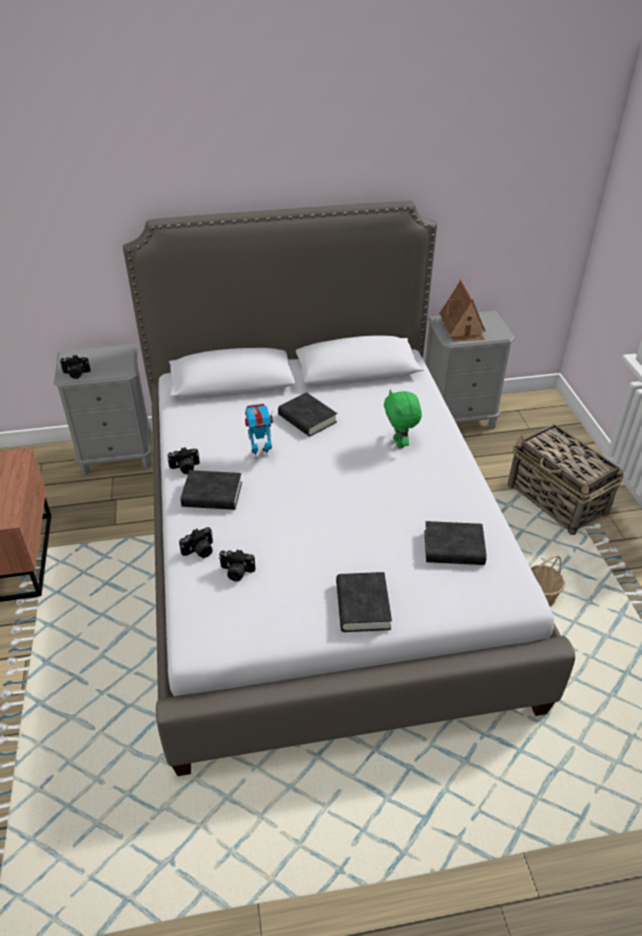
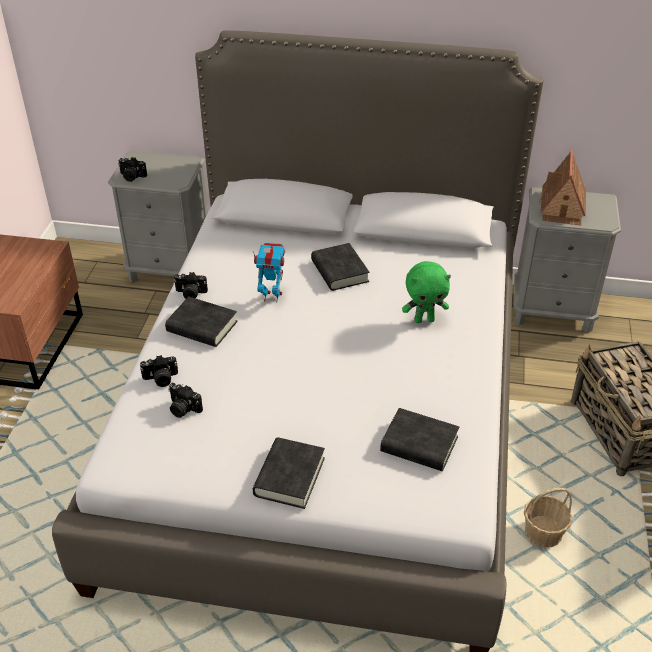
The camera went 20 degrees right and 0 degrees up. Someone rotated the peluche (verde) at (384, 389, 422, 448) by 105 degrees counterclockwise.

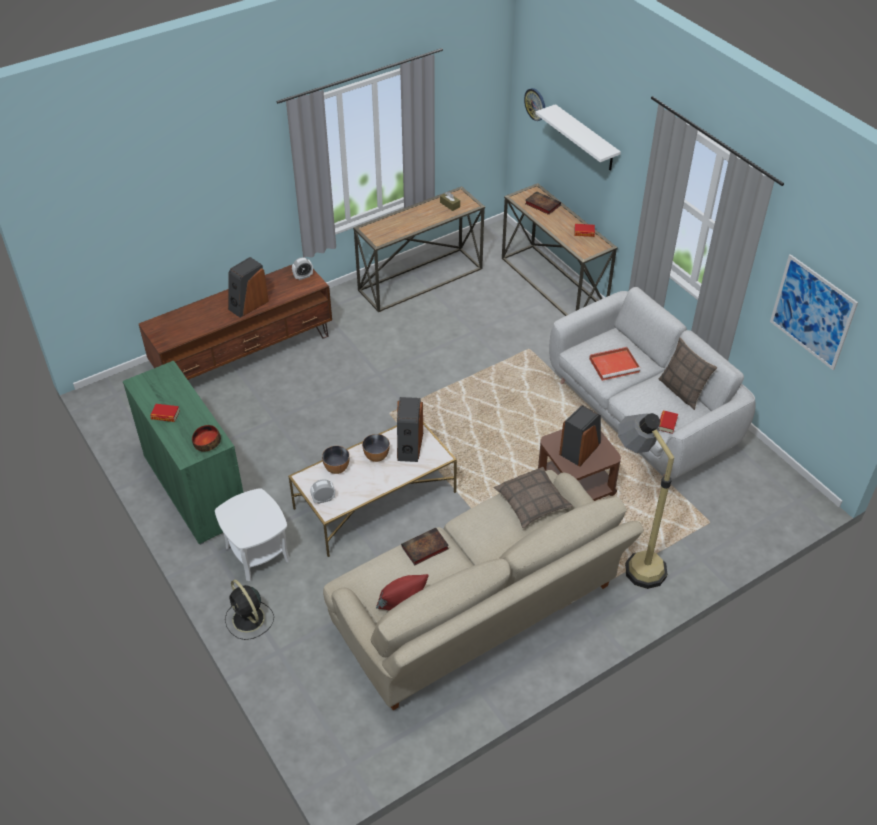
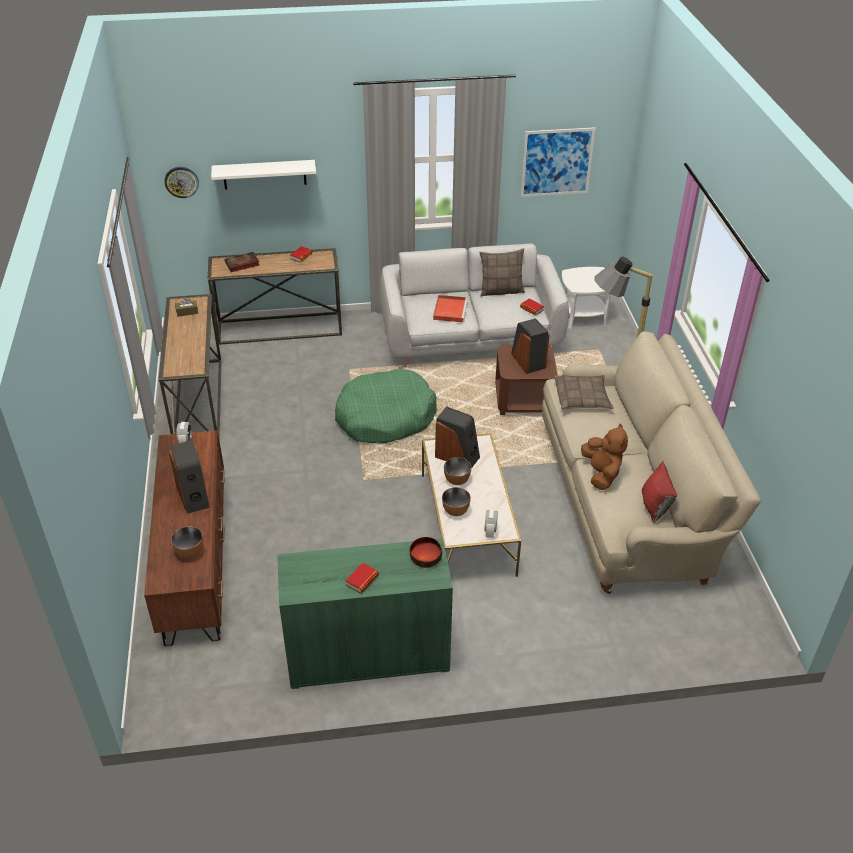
The camera went 65 degrees left and 5 degrees down. Someone carried the mesa auxiliar (blanco) from (215, 488, 290, 581) to (562, 267, 611, 329). Someone took away the ventilador (negro) at (225, 579, 274, 640). Someone swapped the libro at (401, 528, 449, 566) for the peluche (marrón) at (581, 423, 628, 490). Someone put down the cuenco at (171, 527, 203, 558). Someone put down the cama para perro (verde) at (335, 369, 437, 443).

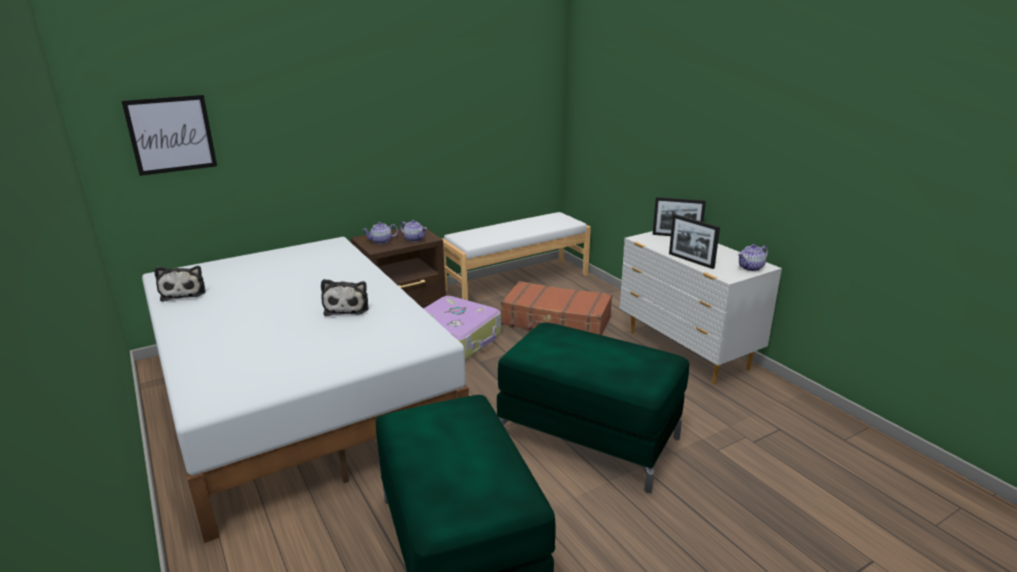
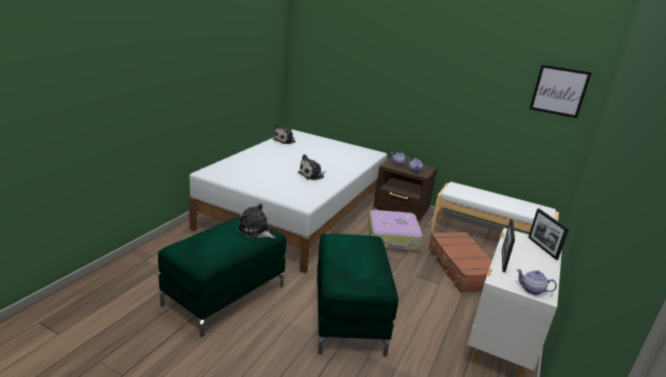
The camera went 55 degrees right and 0 degrees up. Someone carried the cuadro from (122, 95, 217, 176) to (529, 65, 592, 118). Someone put down the peluche at (237, 203, 275, 238).

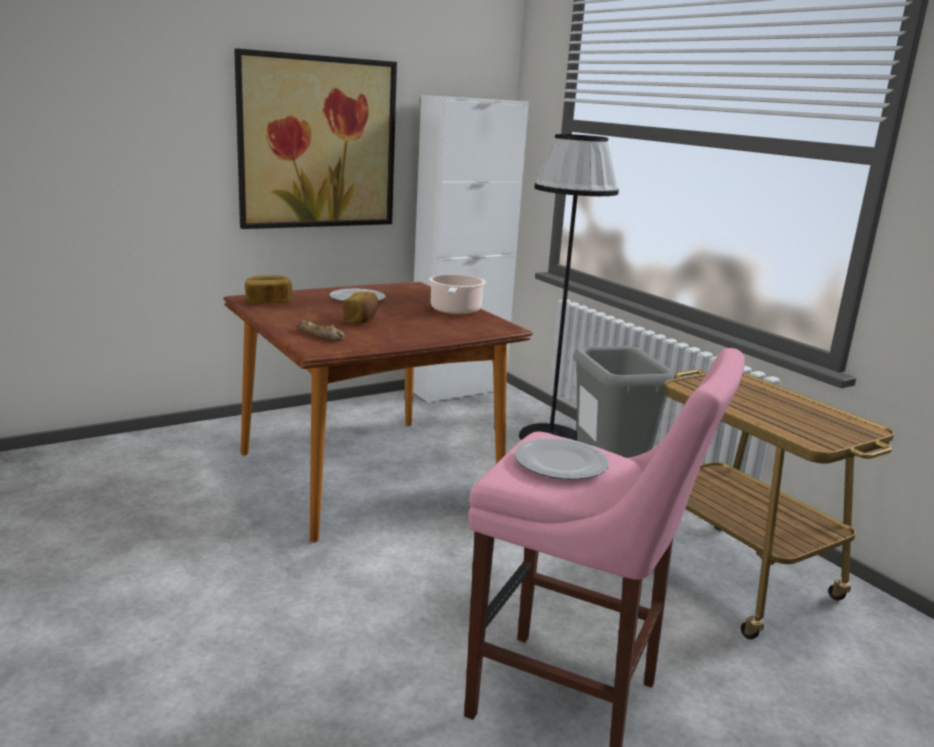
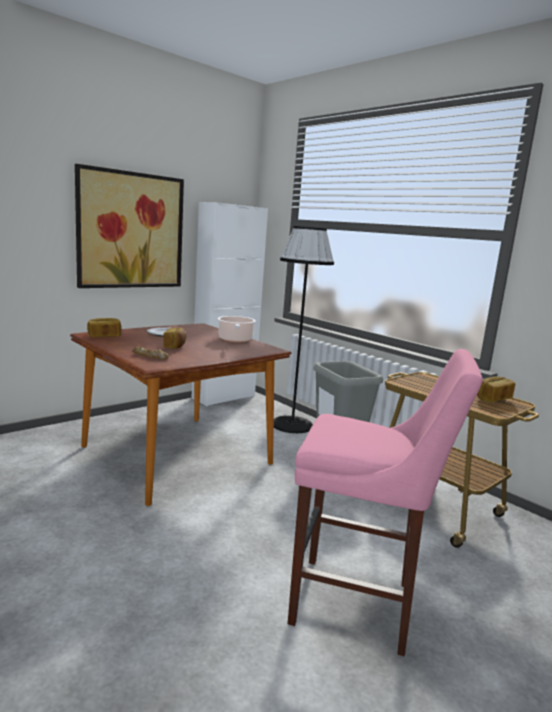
The camera went 10 degrees left and 5 degrees down. Someone took away the plato at (514, 438, 609, 480). Someone put down the pan at (477, 376, 515, 402).

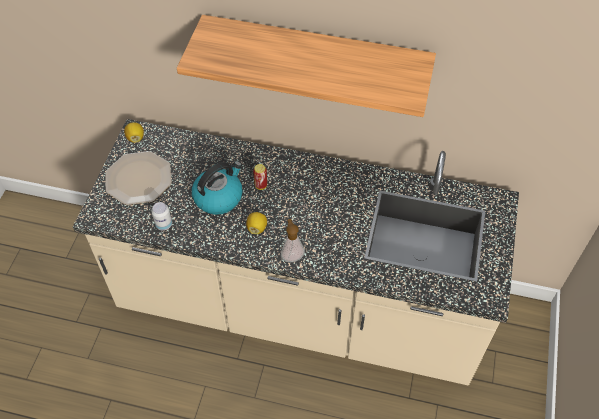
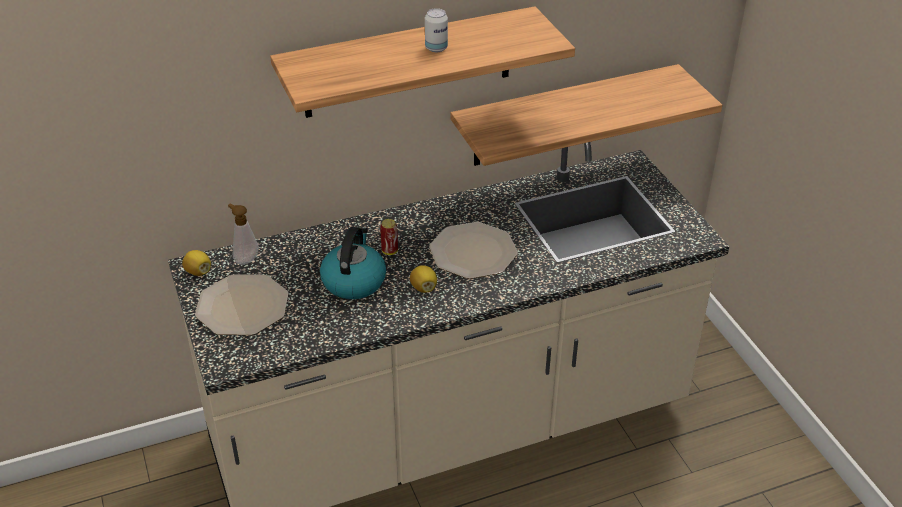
The camera went 35 degrees left and 15 degrees down. Someone carried the lata from (151, 202, 172, 230) to (425, 8, 448, 52). Someone carried the dispensador de jabón from (281, 219, 305, 262) to (228, 203, 259, 265). Someone put down the plato at (429, 222, 518, 279). Someone put up the estante at (451, 64, 722, 166).

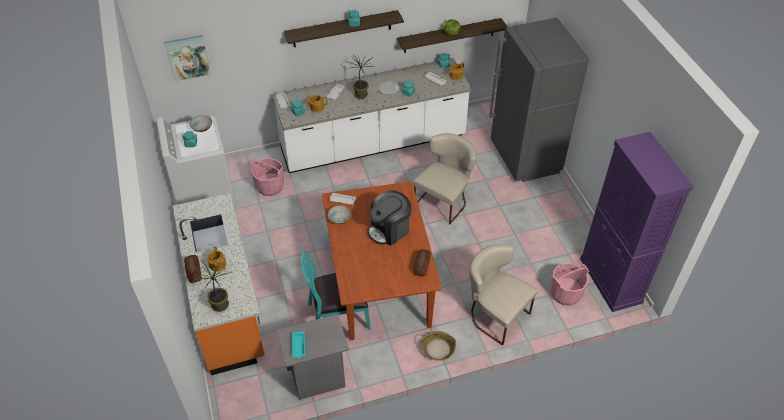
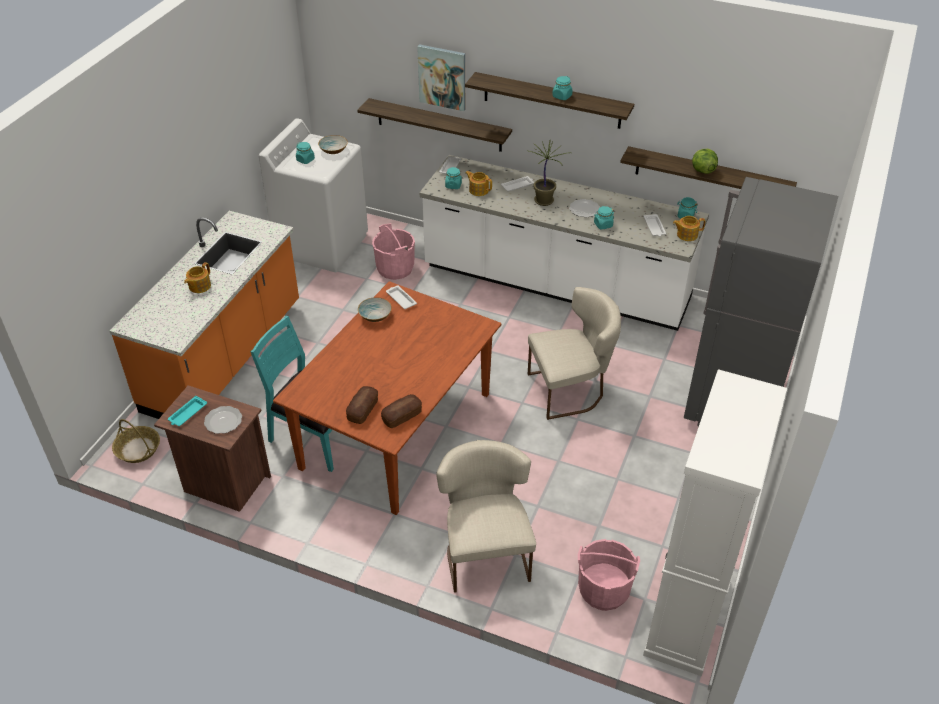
The camera went 40 degrees right and 5 degrees down. Someone carried the cuadro from (164, 35, 211, 81) to (417, 44, 465, 111). Someone carried the pan from (184, 255, 202, 283) to (346, 386, 378, 424). Someone took away the planta en maceta at (195, 261, 232, 312). Someone repainted the mesita de noche (gris) at (277, 314, 349, 400), which became the mesita de noche (marrón) at (154, 385, 271, 512). Someone took away the cafetera at (368, 190, 412, 246). Someone carried the cesta from (421, 331, 456, 361) to (112, 419, 160, 463). Someone repainted the armario (morado) at (580, 132, 694, 312), which became the armario (blanco) at (643, 369, 787, 676). Someone put down the plato at (204, 406, 242, 434). Someone put up the estante at (357, 98, 512, 152).

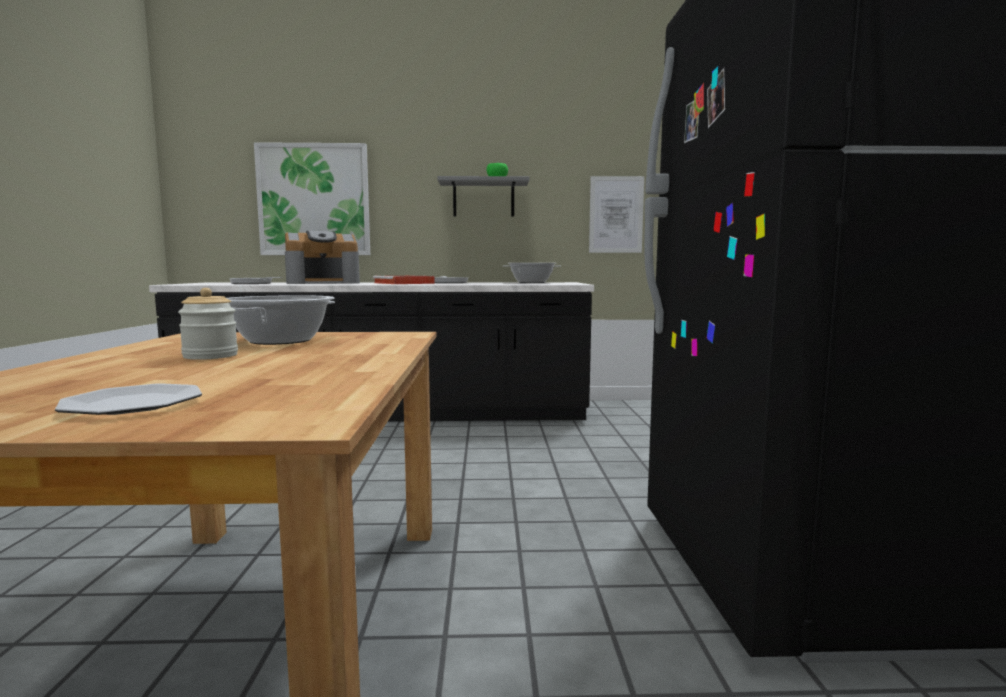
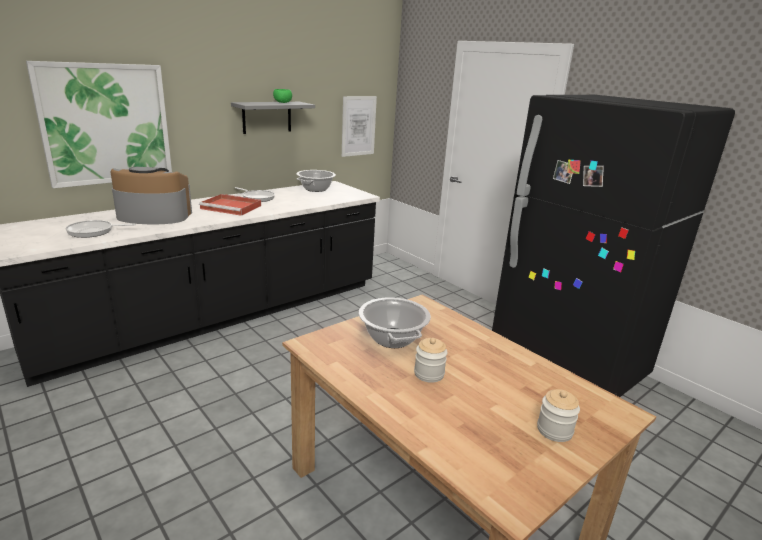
The camera went 40 degrees left and 15 degrees up. Someone swapped the plato at (55, 383, 202, 415) for the tarro at (537, 389, 580, 442). Someone rotated the cafetera at (285, 231, 360, 284) by 120 degrees counterclockwise.

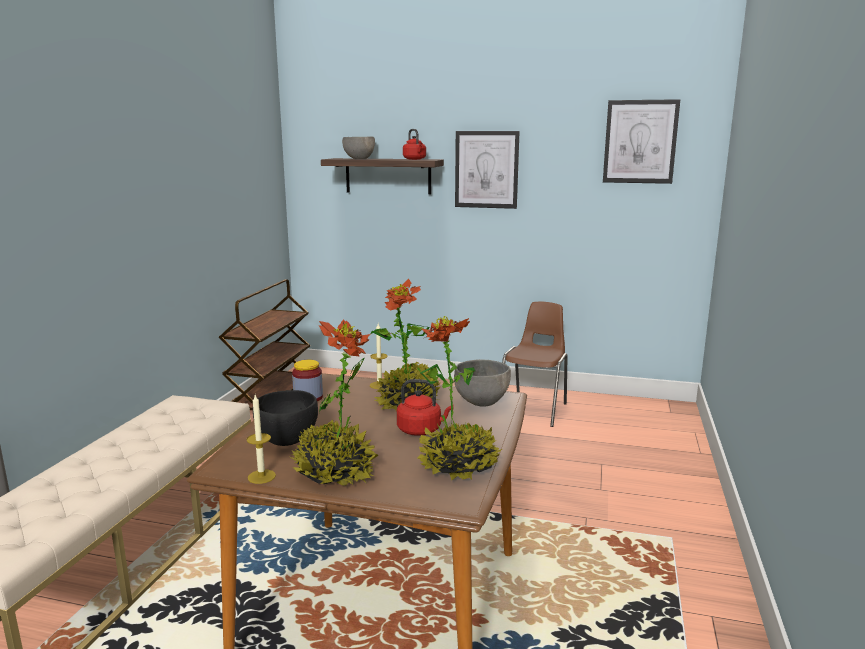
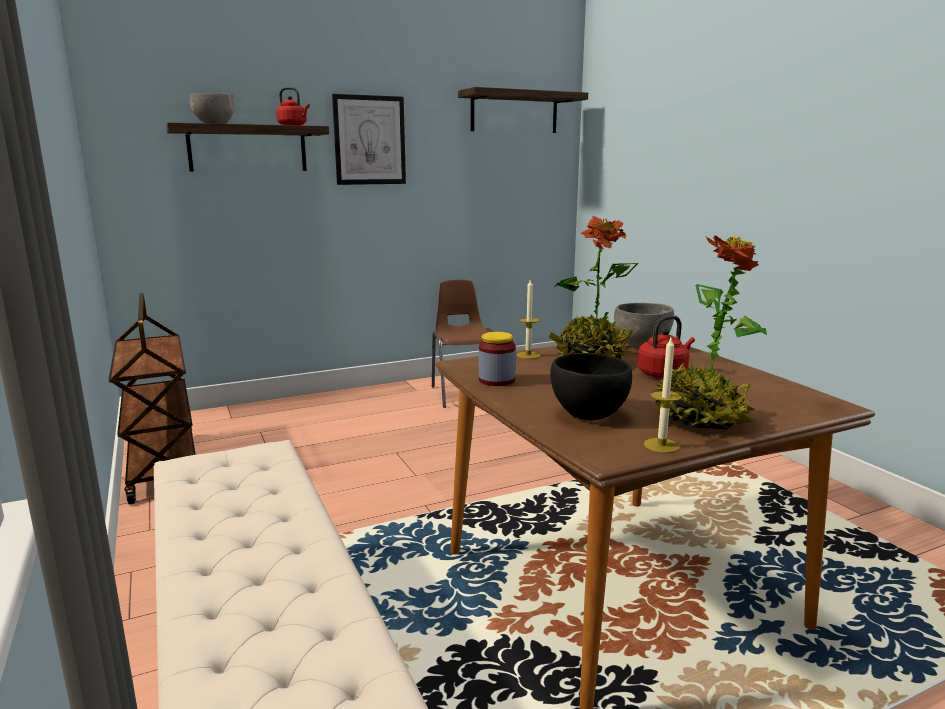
The camera went 40 degrees left and 0 degrees up. Someone took away the planta en maceta at (417, 316, 502, 480). Someone swapped the cuadro at (603, 99, 680, 184) for the estante at (458, 87, 588, 133).

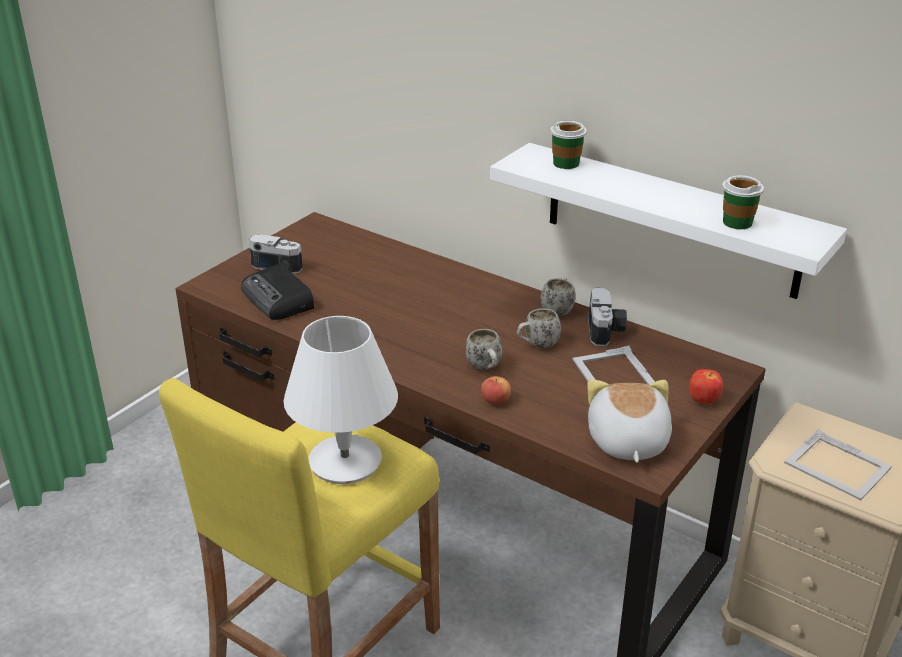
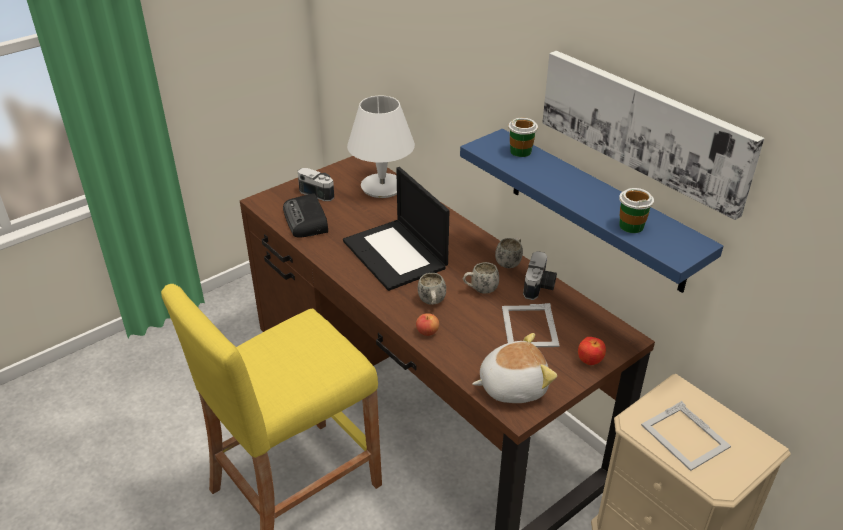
The camera went 15 degrees right and 5 degrees up. Someone carried the lámpara de mesa (blanco) from (283, 316, 398, 484) to (347, 96, 415, 198). Someone repainted the estante (blanco) at (490, 143, 847, 299), which became the estante (azul) at (460, 129, 723, 293). Someone rotated the peluche at (587, 379, 672, 463) by 60 degrees clockwise. Someone put down the portátil at (343, 167, 449, 291). Someone put up the cuadro at (542, 51, 764, 220).

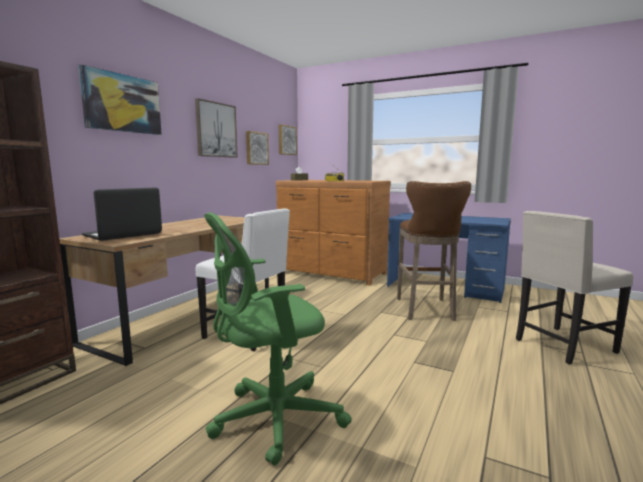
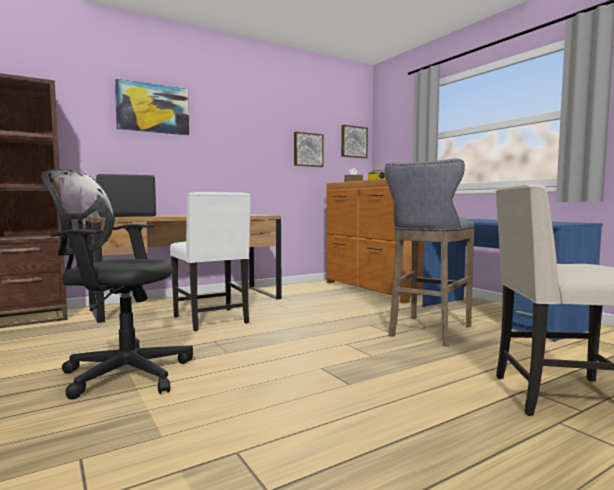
The camera went 30 degrees right and 5 degrees down. Someone took away the cuadro at (195, 98, 238, 158). Someone repainted the silla de oficina (verde) at (204, 213, 352, 465), which became the silla de oficina (negro) at (41, 169, 193, 399). Someone repainted the taburete (marrón) at (397, 181, 471, 321), which became the taburete (gris) at (385, 159, 475, 346).

